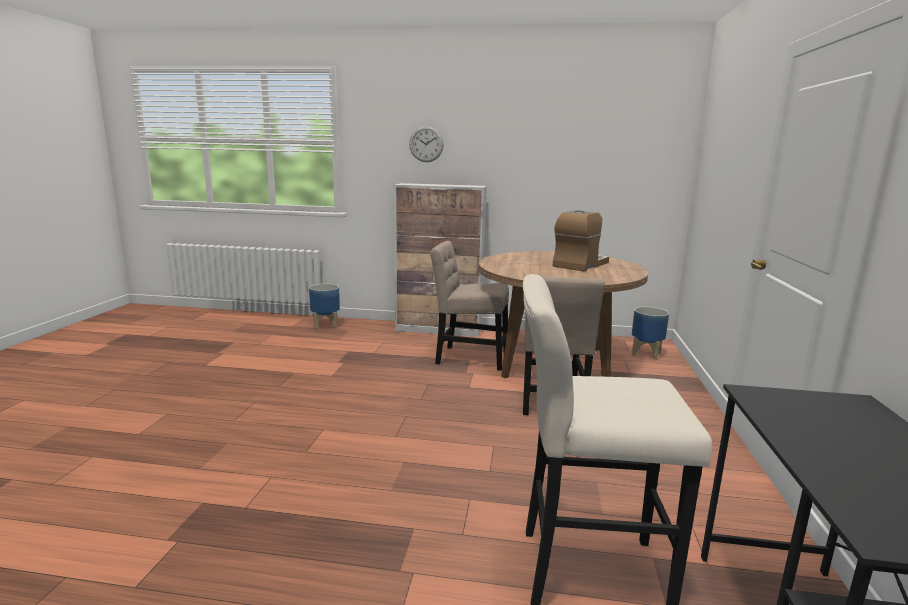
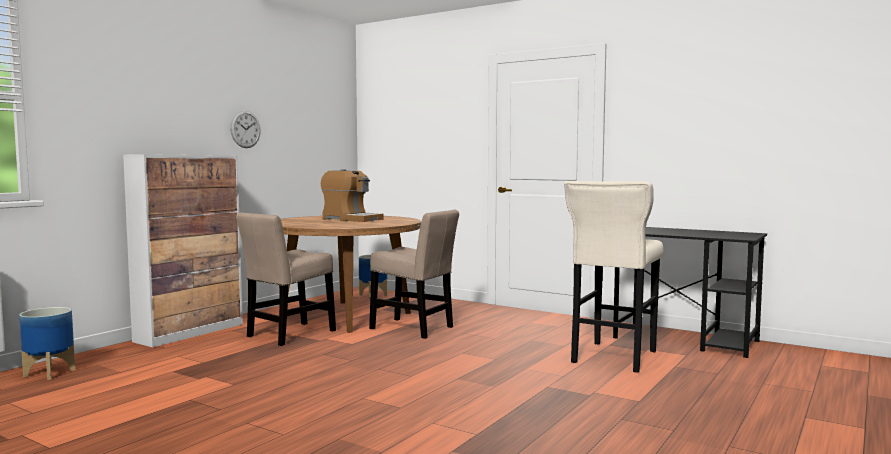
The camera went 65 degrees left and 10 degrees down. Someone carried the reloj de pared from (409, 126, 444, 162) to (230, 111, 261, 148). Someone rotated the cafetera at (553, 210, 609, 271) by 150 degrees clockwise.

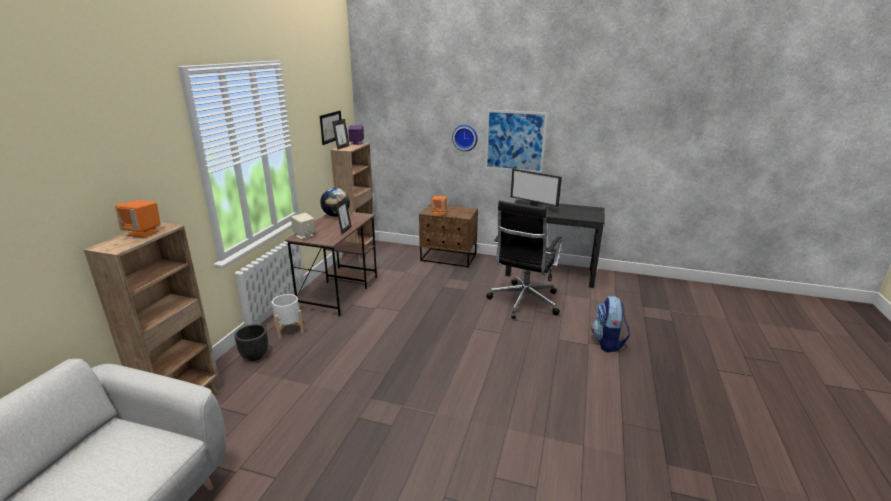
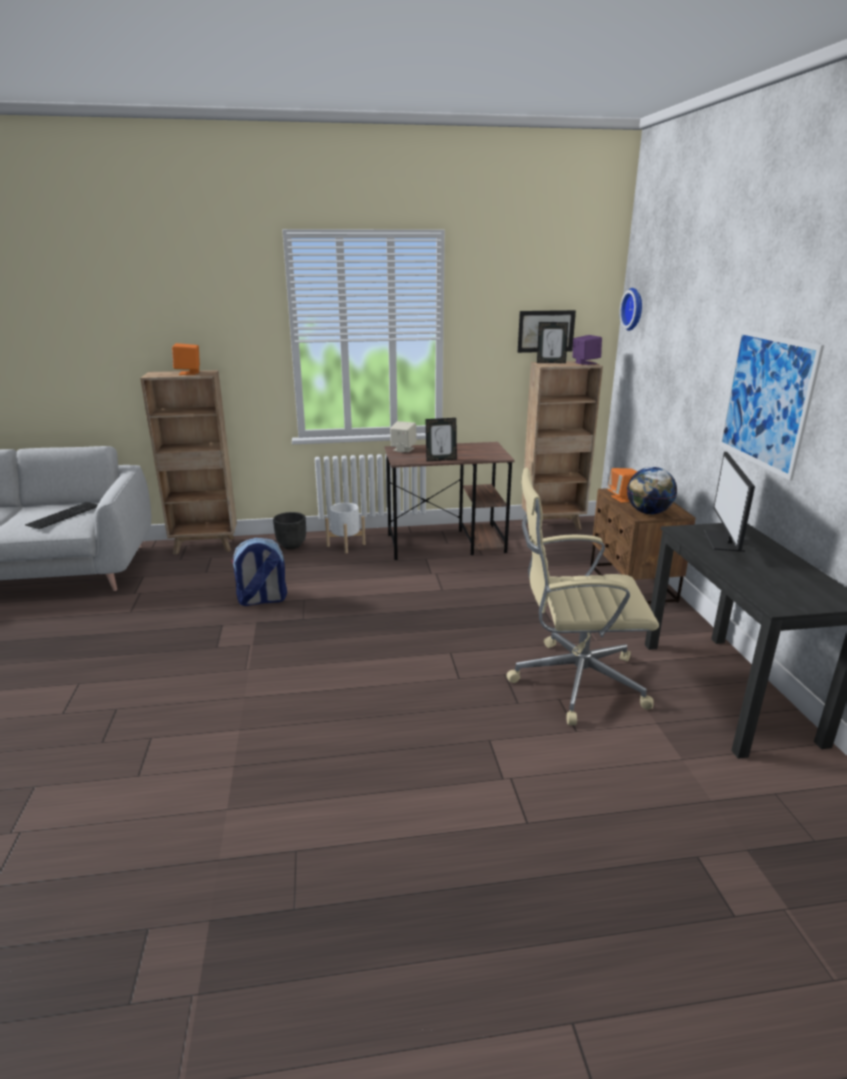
The camera went 65 degrees right and 0 degrees up. Someone carried the globo terráqueo from (320, 188, 350, 217) to (627, 467, 677, 514). Someone carried the reloj de pared from (452, 125, 478, 151) to (619, 288, 642, 331). Someone repainted the silla de oficina (negro) at (486, 201, 562, 319), which became the silla de oficina (beis) at (506, 468, 659, 725). Someone carried the mochila from (591, 296, 630, 352) to (231, 538, 287, 606). Someone put down the teclado at (25, 502, 98, 529).

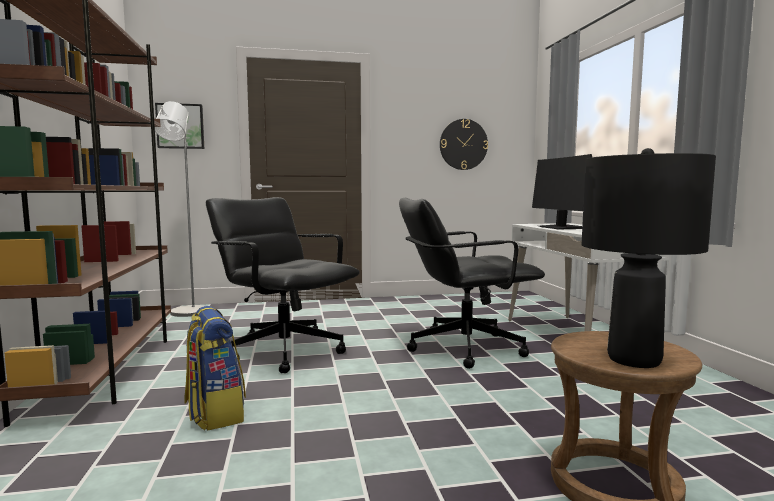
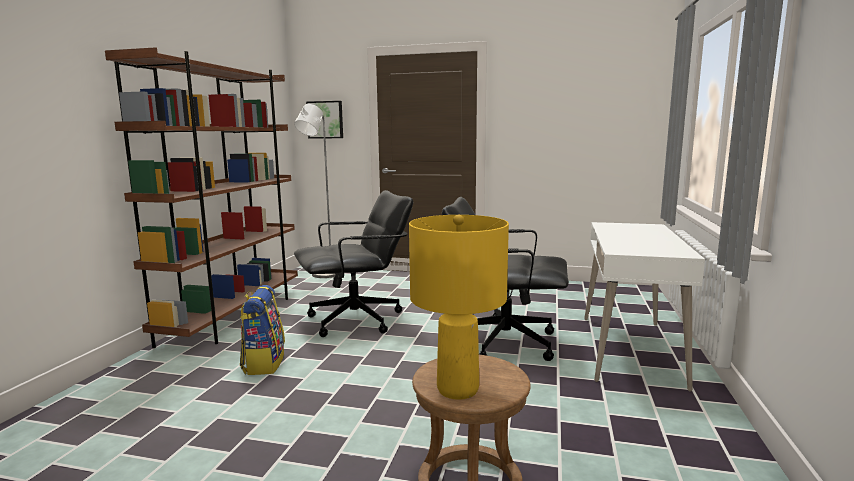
The camera went 25 degrees right and 5 degrees up. Someone rotated the silla de oficina (negro) at (206, 197, 360, 373) by 90 degrees clockwise. Someone took away the reloj de pared at (440, 119, 488, 170). Someone took away the monitor at (532, 154, 592, 229). Someone repainted the lámpara de mesa (negro) at (582, 148, 716, 368), which became the lámpara de mesa (amarillo) at (409, 215, 509, 400).

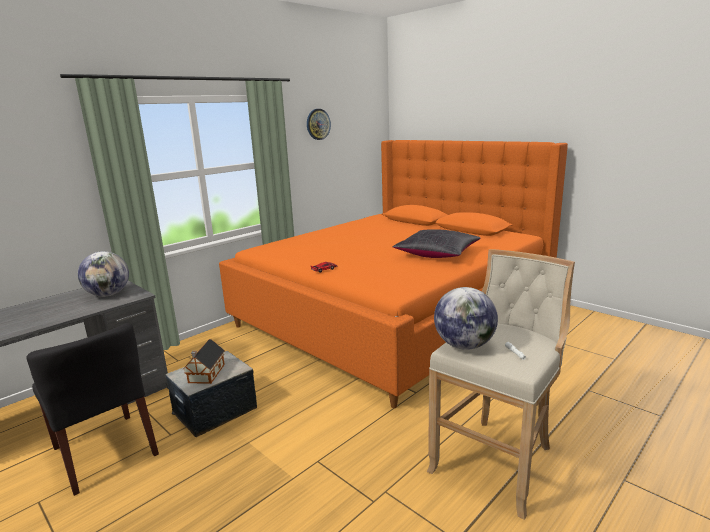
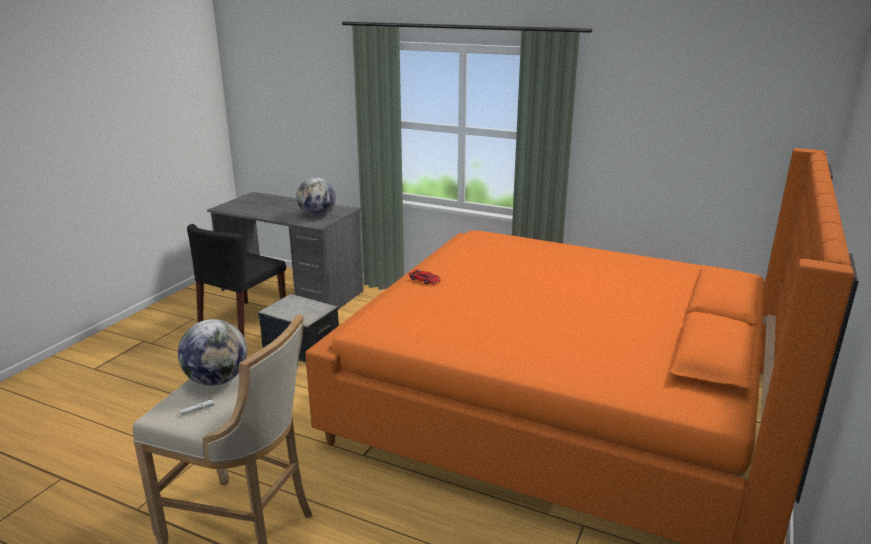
The camera went 70 degrees right and 5 degrees up. Someone took away the casita at (183, 339, 225, 384). Someone took away the reloj de pared at (307, 109, 331, 140). Someone took away the cojín (negro) at (393, 229, 480, 258).

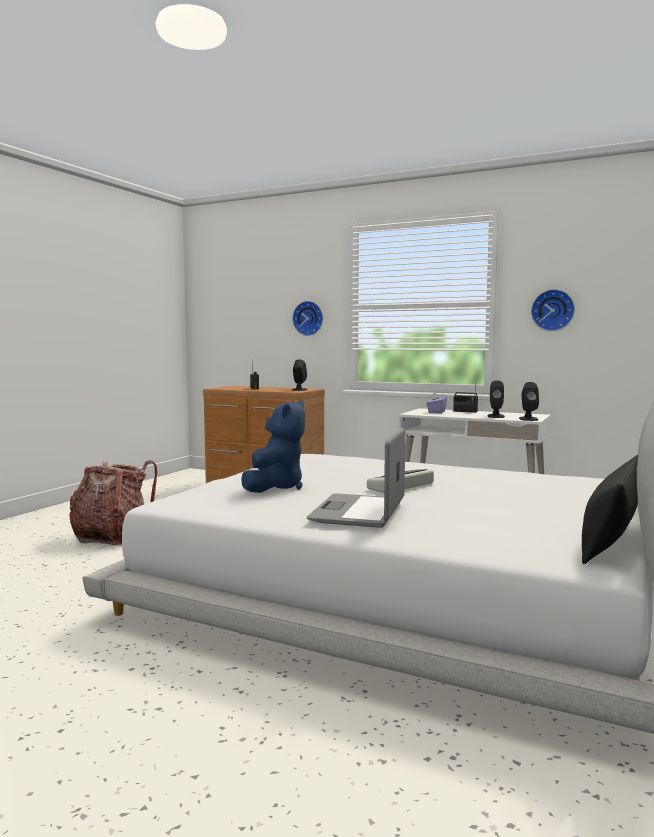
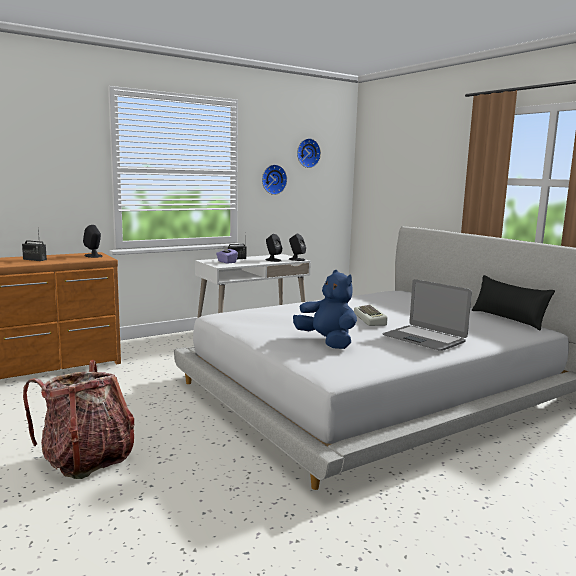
The camera went 60 degrees left and 5 degrees up. Someone carried the reloj de pared from (292, 301, 323, 336) to (297, 138, 321, 168).

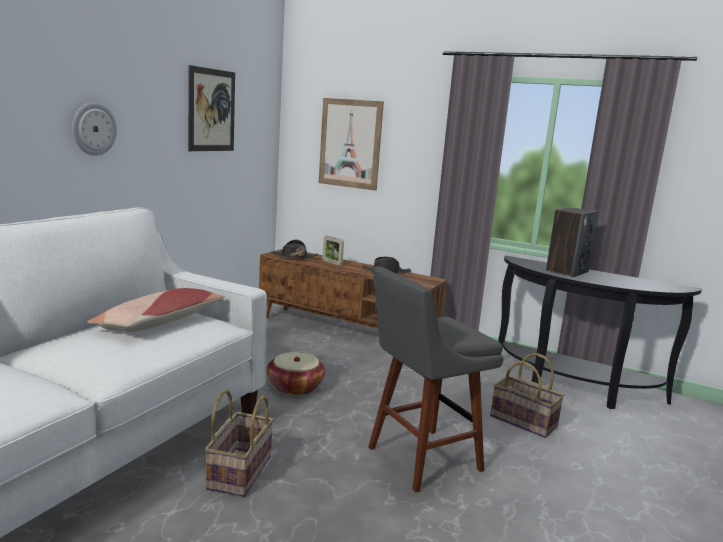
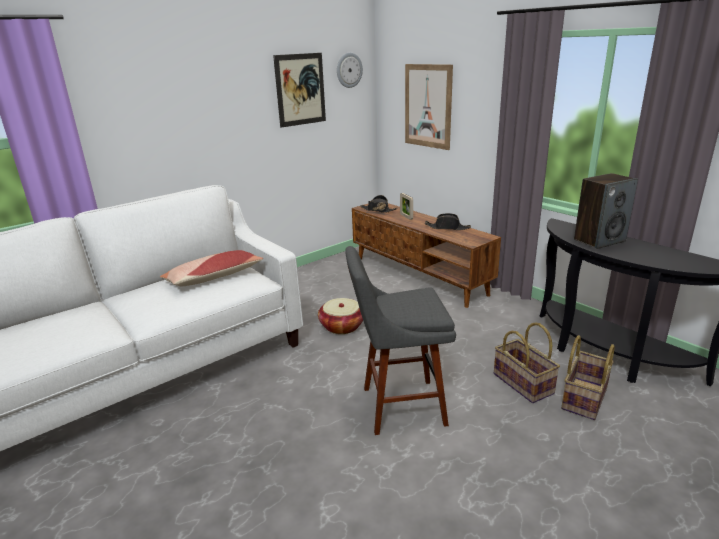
The camera went 25 degrees right and 10 degrees up. Someone carried the reloj de pared from (72, 102, 117, 156) to (337, 52, 363, 88). Someone carried the cesta from (205, 389, 274, 497) to (561, 335, 615, 420).

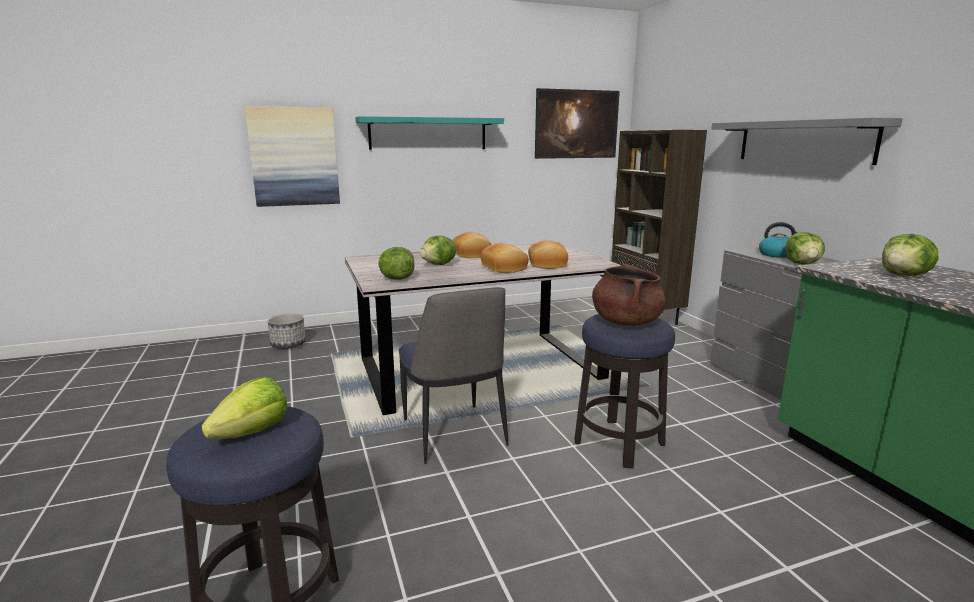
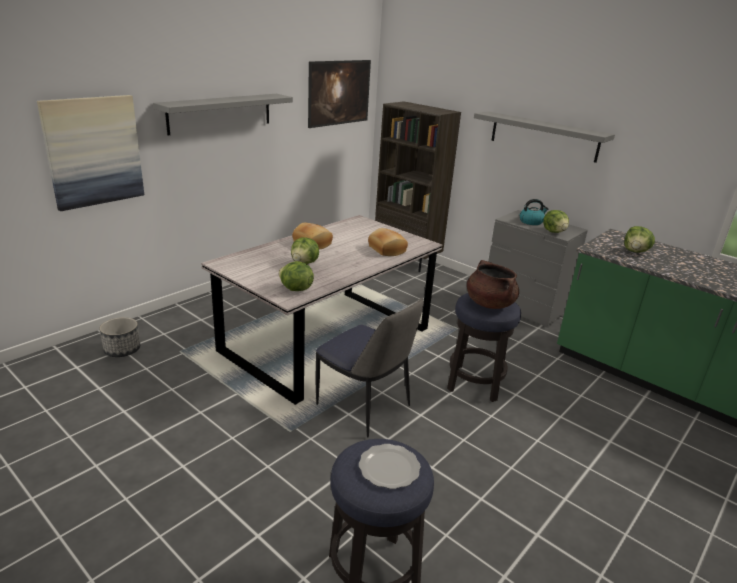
The camera went 30 degrees left and 10 degrees up. Someone swapped the lechuga at (202, 377, 287, 439) for the plato at (359, 444, 421, 489). Someone repainted the estante (turquesa) at (355, 116, 504, 150), which became the estante (gris) at (153, 94, 293, 135). Someone took away the pan at (480, 243, 529, 273).

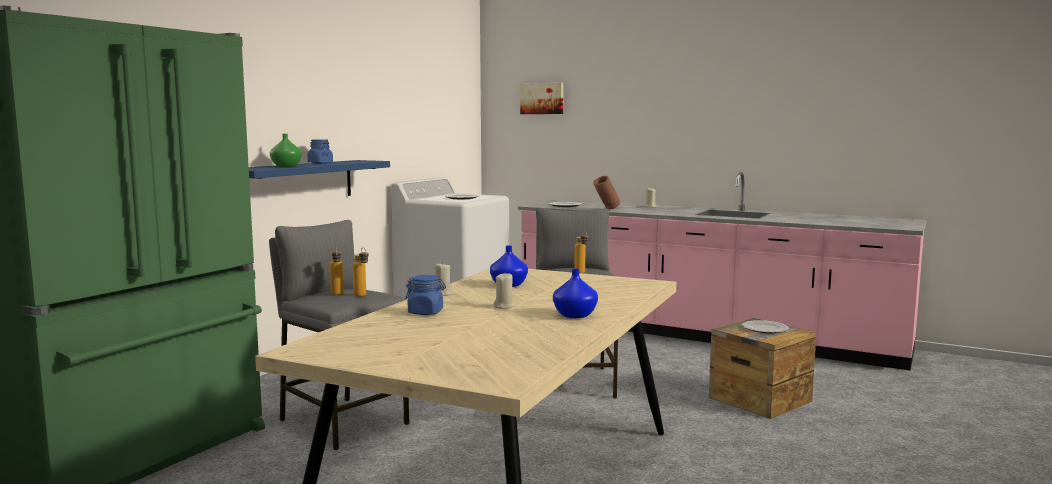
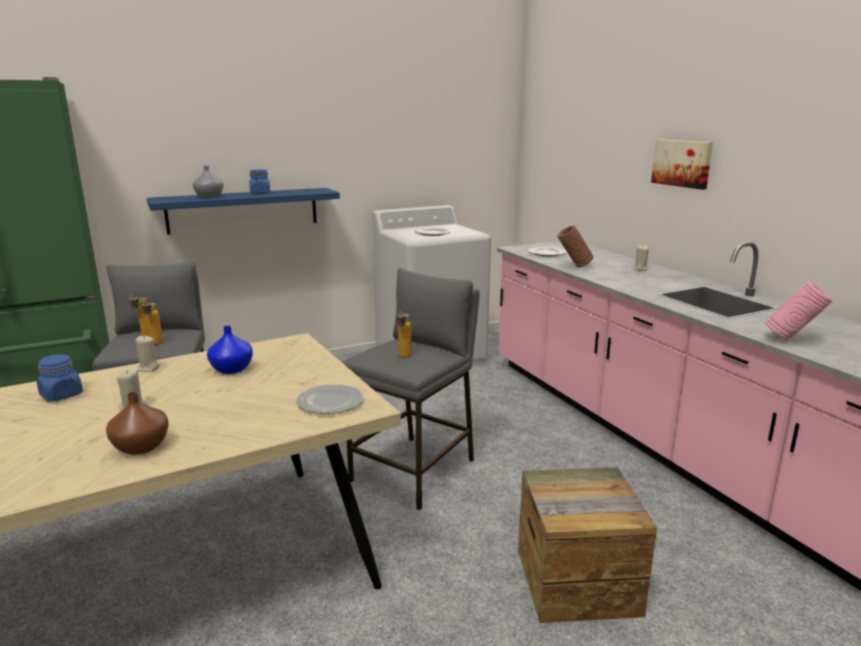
The camera went 35 degrees right and 10 degrees up. Someone repainted the florero (verde) at (270, 134, 302, 167), which became the florero (gris) at (193, 166, 224, 198). Someone carried the cuadro from (520, 83, 563, 114) to (651, 139, 713, 190). Someone repainted the florero (azul) at (553, 269, 598, 318), which became the florero (marrón) at (106, 392, 169, 455). Someone carried the plato from (742, 320, 789, 333) to (296, 384, 363, 414). Someone put down the florero (rosa) at (765, 281, 833, 340).

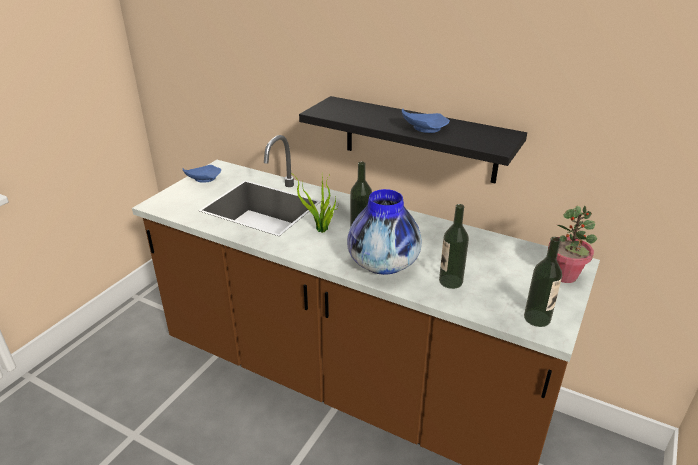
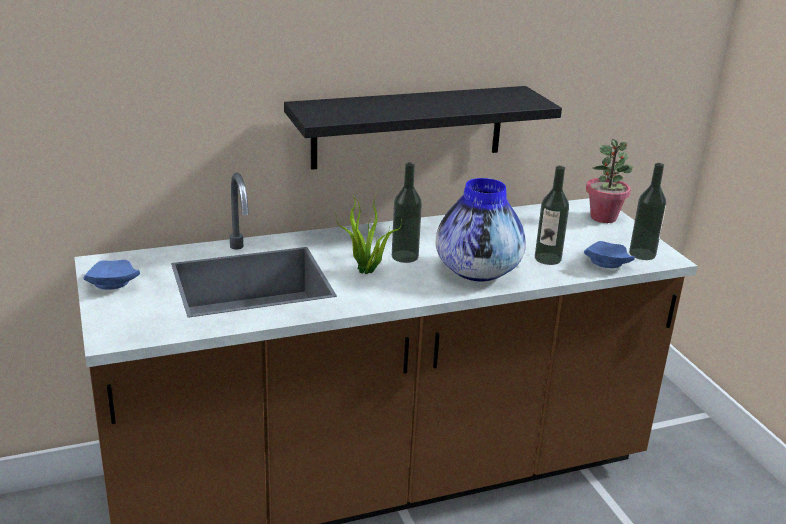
The camera went 50 degrees left and 5 degrees down. Someone carried the plato (azul) from (402, 109, 450, 133) to (584, 241, 635, 268).

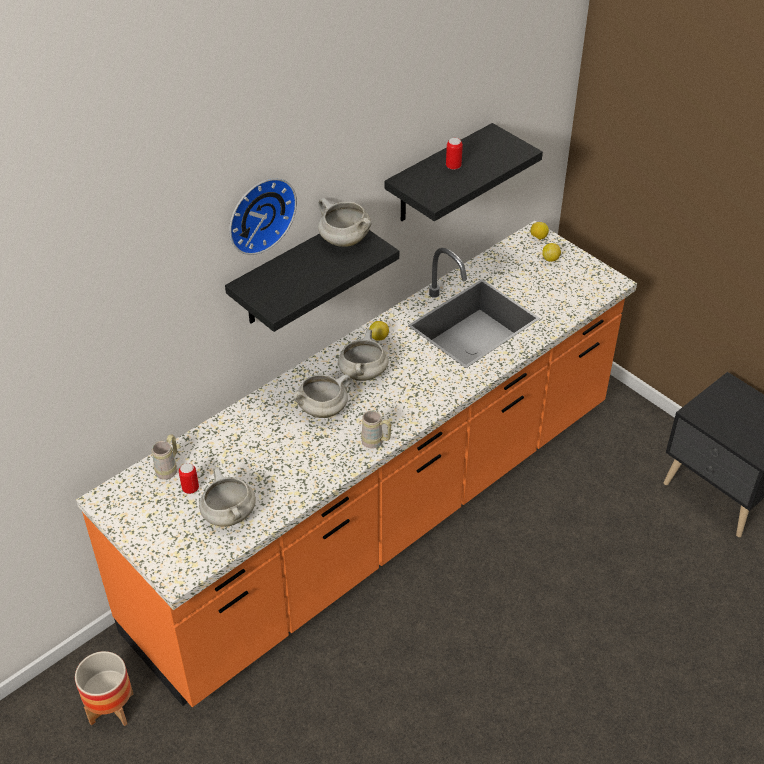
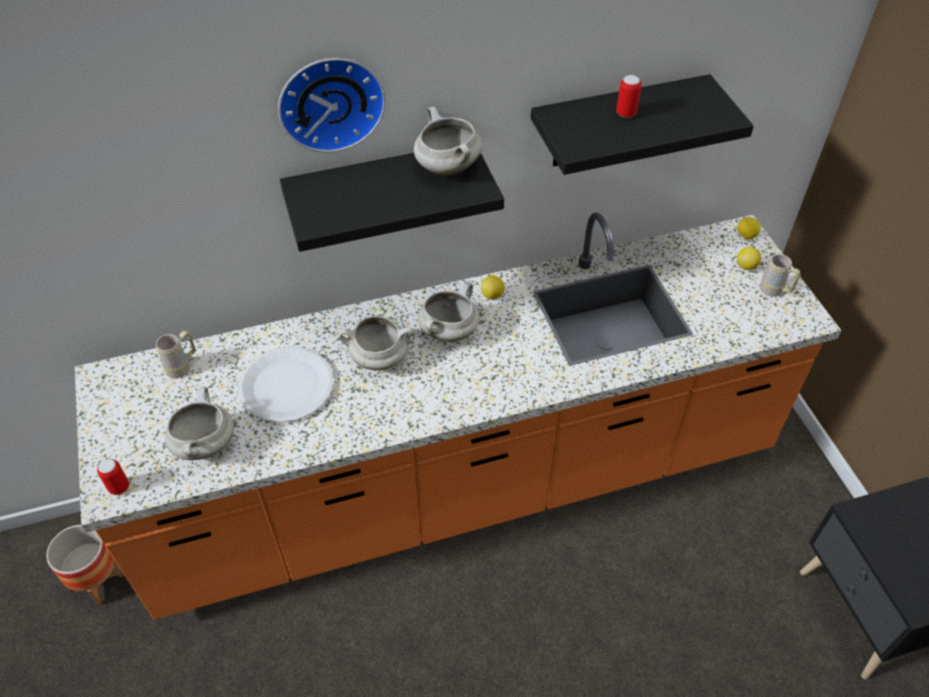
The camera went 25 degrees right and 5 degrees up. Someone carried the lata from (179, 463, 199, 494) to (97, 459, 129, 495). Someone carried the taza grande (beis) from (361, 410, 391, 448) to (760, 254, 800, 297). Someone put down the plato (blanco) at (238, 346, 334, 423).

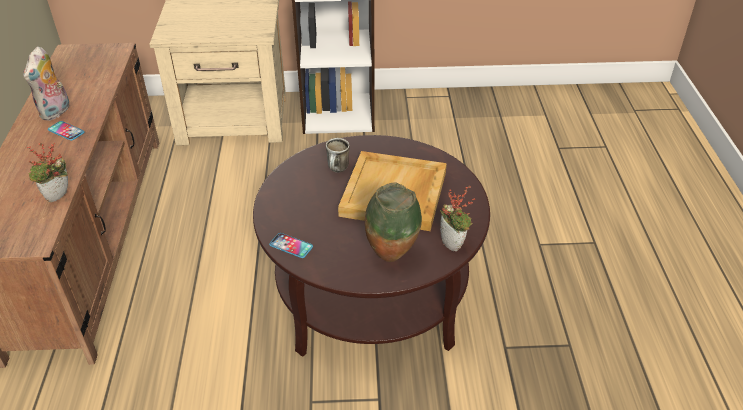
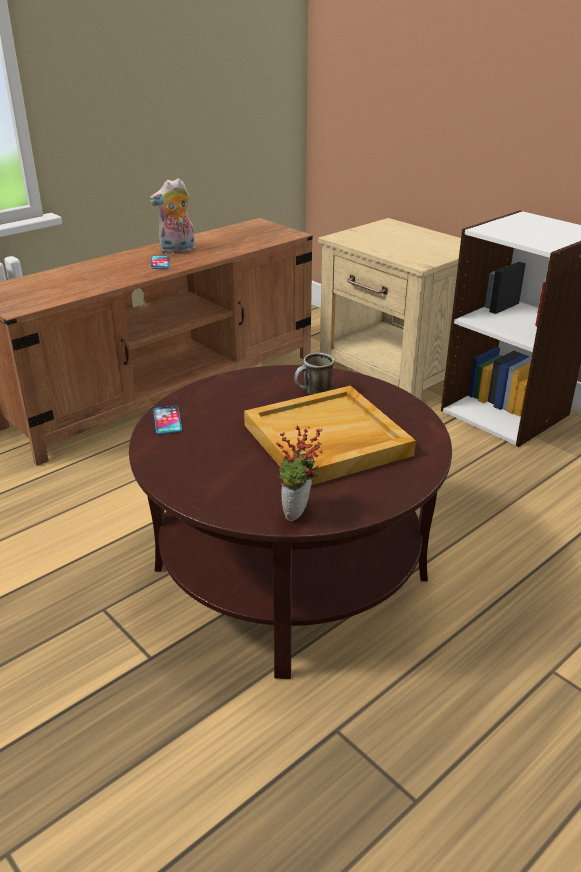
The camera went 50 degrees right and 10 degrees down. Someone took away the planta en maceta at (27, 143, 68, 202). Someone took away the florero at (365, 182, 422, 262).

